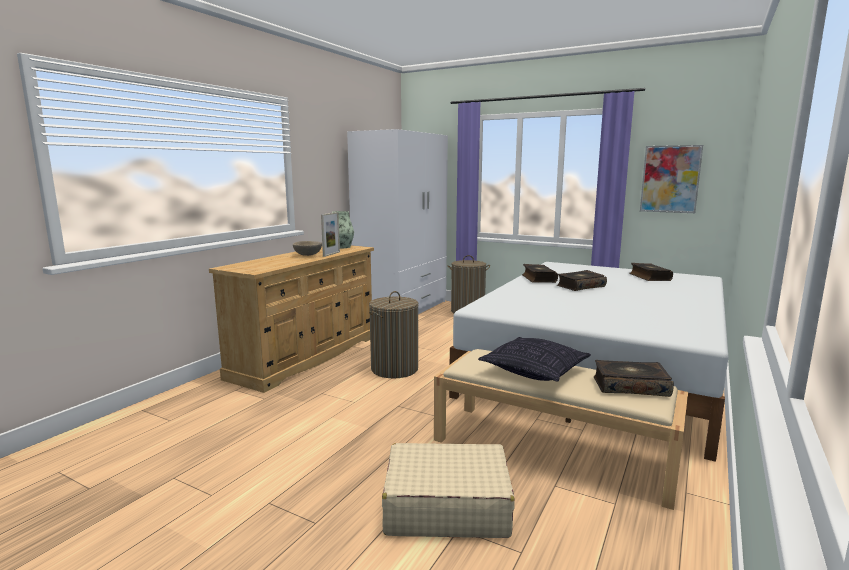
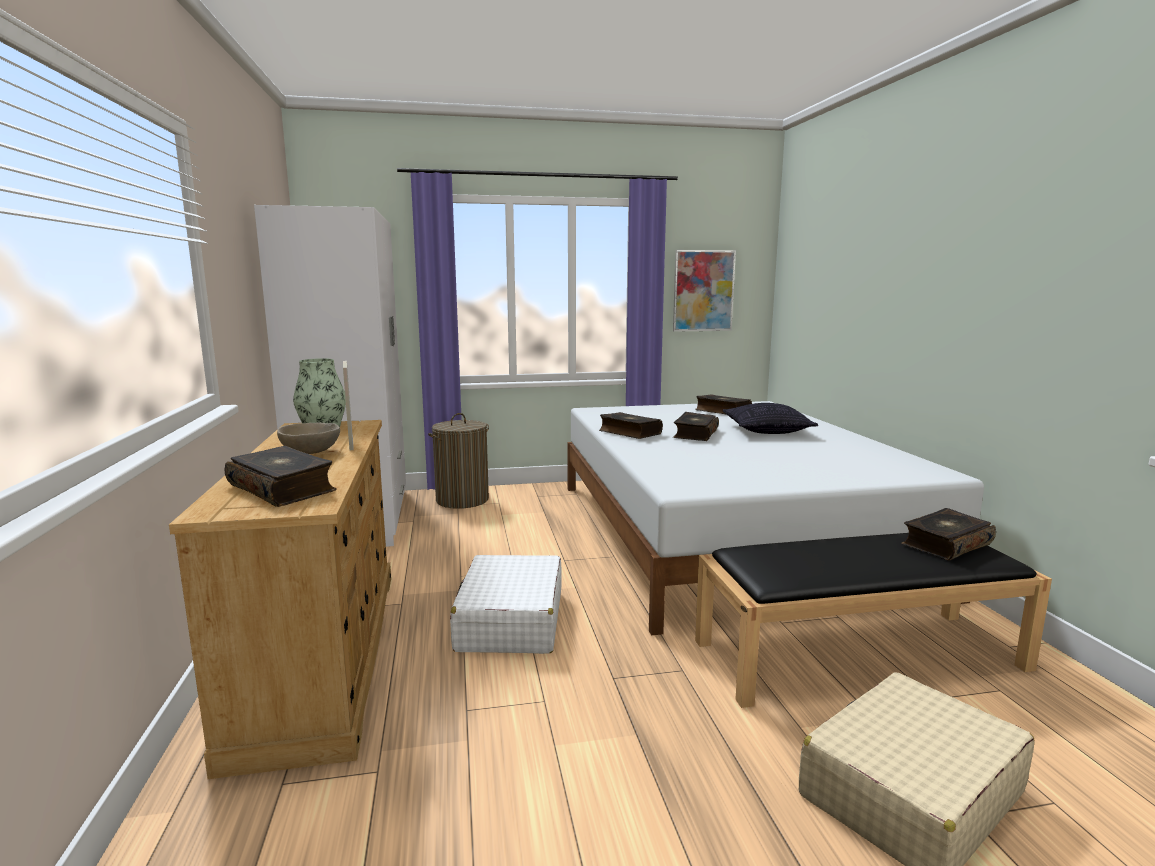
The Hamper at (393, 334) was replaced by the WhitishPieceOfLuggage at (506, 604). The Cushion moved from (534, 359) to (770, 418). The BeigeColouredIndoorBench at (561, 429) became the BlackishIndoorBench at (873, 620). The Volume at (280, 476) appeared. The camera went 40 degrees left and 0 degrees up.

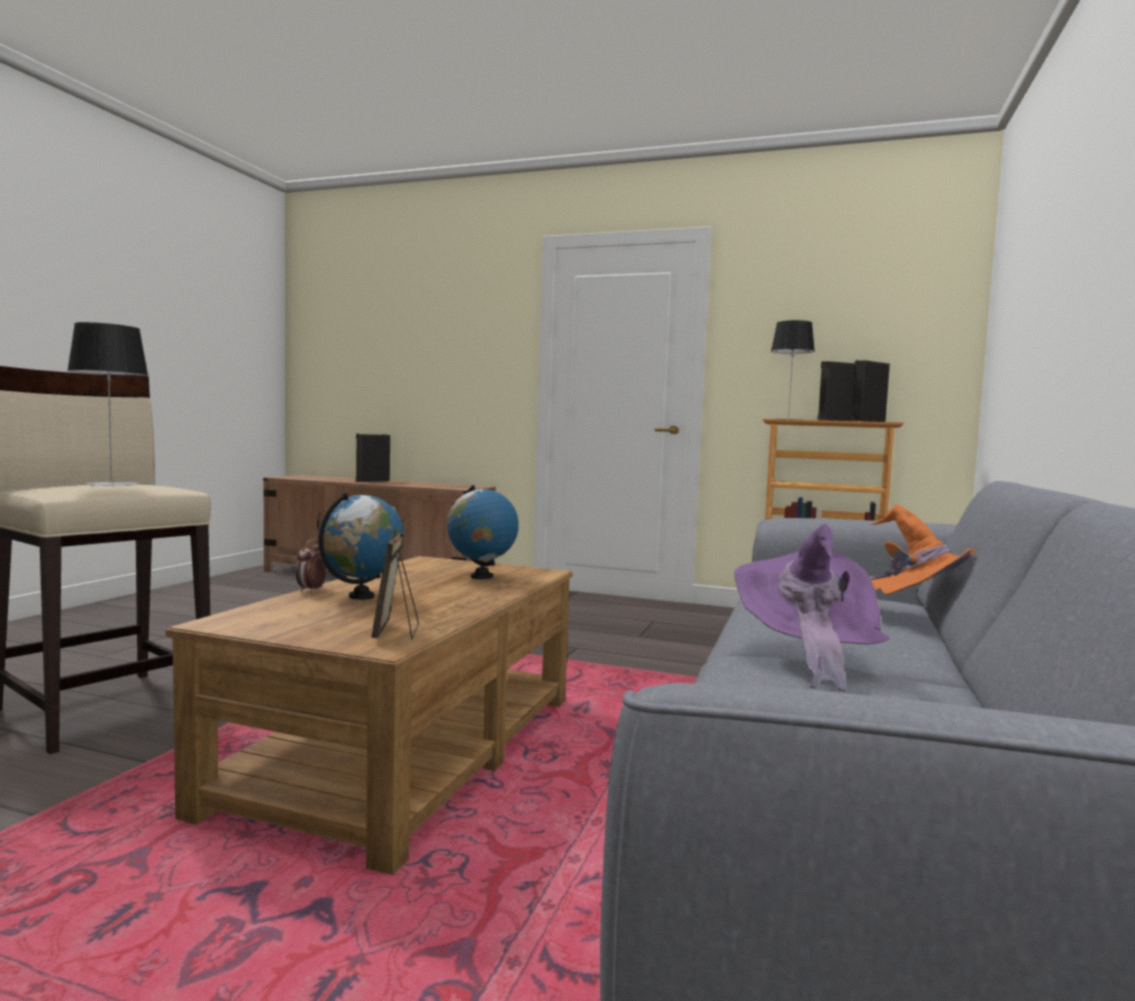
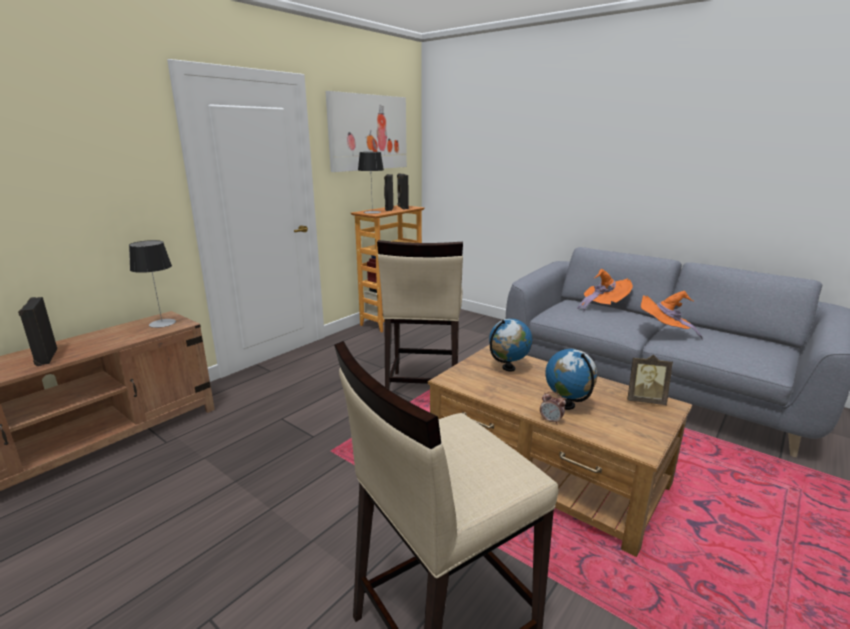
The LampForATable moved from (107, 404) to (152, 284). The PurplishClothingHat at (812, 608) became the OrangeColouredClothingHat at (672, 316). The WallArt at (366, 131) appeared. The BeigeColouredStool at (420, 315) appeared. The camera went 70 degrees left and 15 degrees up.

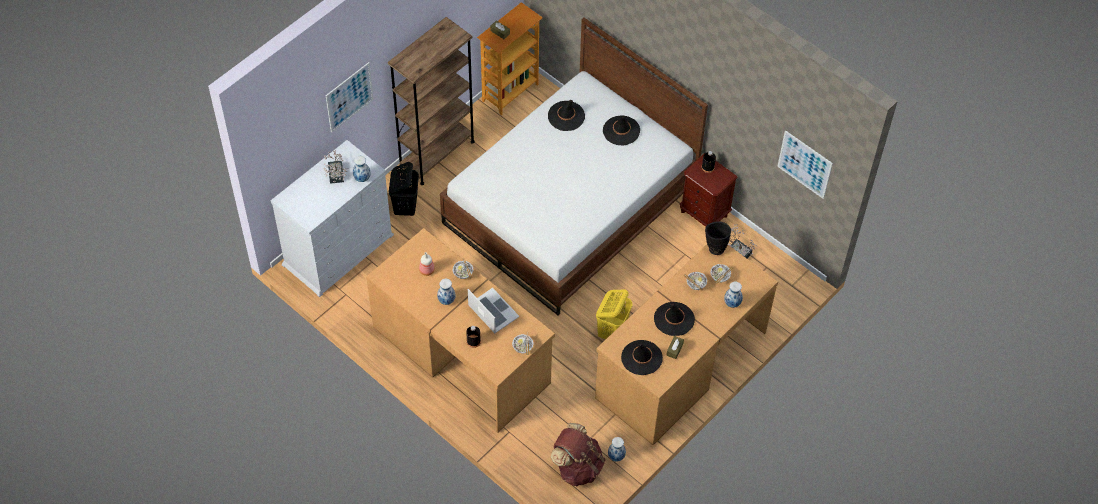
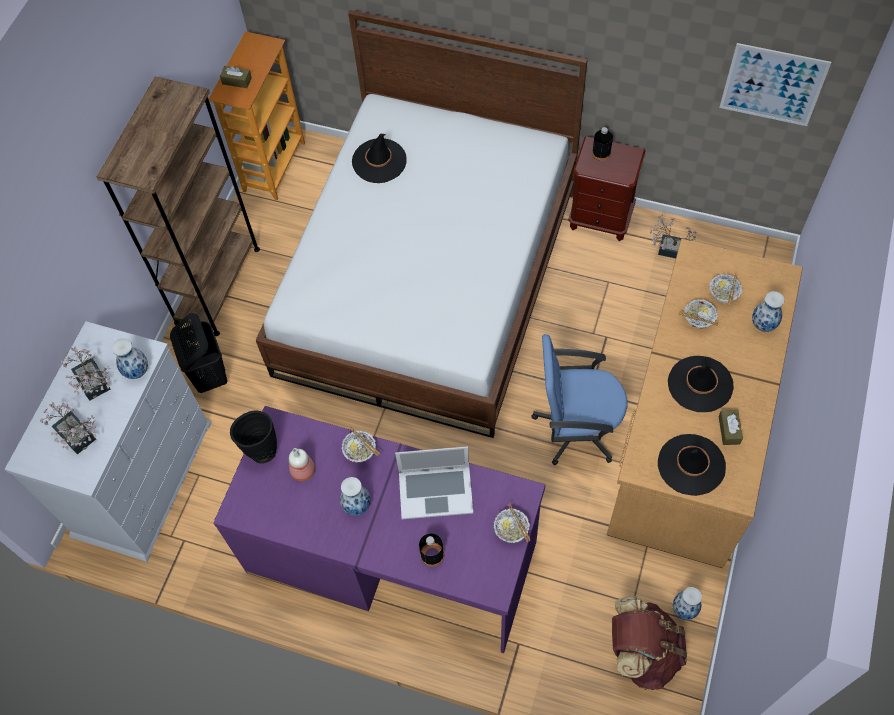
The WallArt at (350, 97) disappeared. The BlackishClothingHat at (621, 130) disappeared. The BlackishFlowerVase moved from (718, 238) to (253, 437). The BrownColouredDeskTable at (460, 330) became the PurplishDeskTable at (379, 529). The NotebookComputer at (493, 310) turned 150 degrees clockwise. The YellowHamper at (614, 314) was replaced by the BlueColouredDeskChair at (579, 399). The Houseplant at (68, 428) appeared. The camera went 20 degrees left and 5 degrees up.

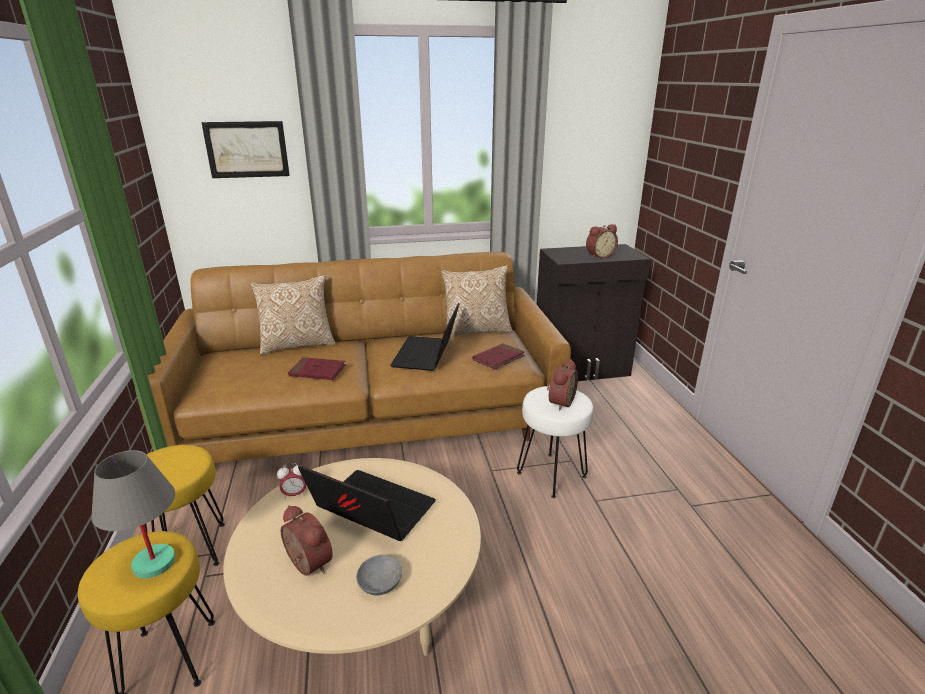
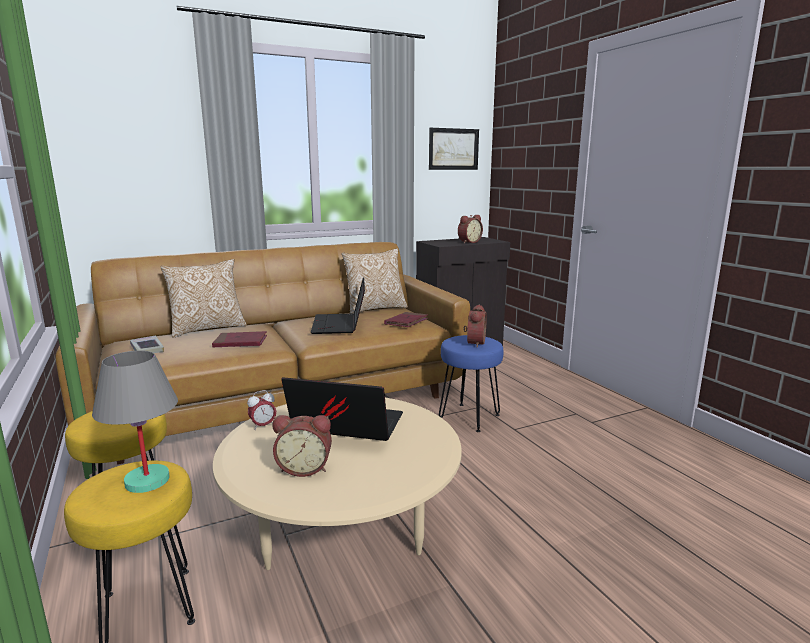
The WallArt moved from (245, 149) to (454, 149). The WhitishStool at (555, 442) became the BlueColouredStool at (471, 383). The BedsideClock at (307, 540) turned 150 degrees clockwise. The GreyBowl at (379, 575) disappeared. The Volume at (147, 344) appeared. The camera went 15 degrees left and 10 degrees down.

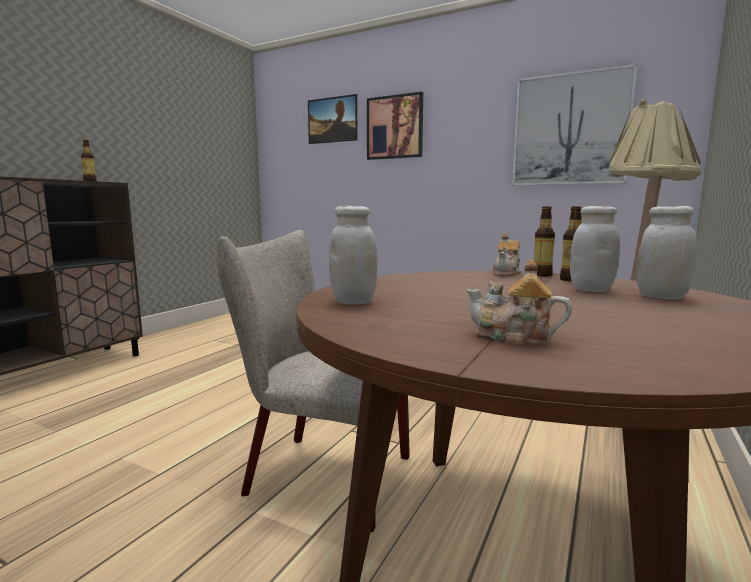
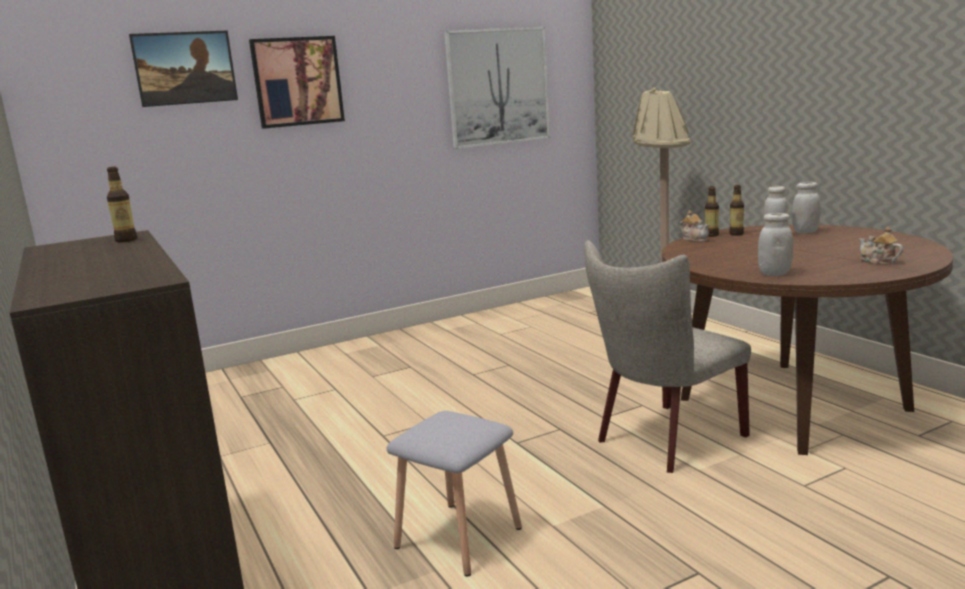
The TeaPot at (519, 303) turned 90 degrees clockwise. The GreyStool at (454, 494) appeared. The camera went 55 degrees left and 5 degrees up.

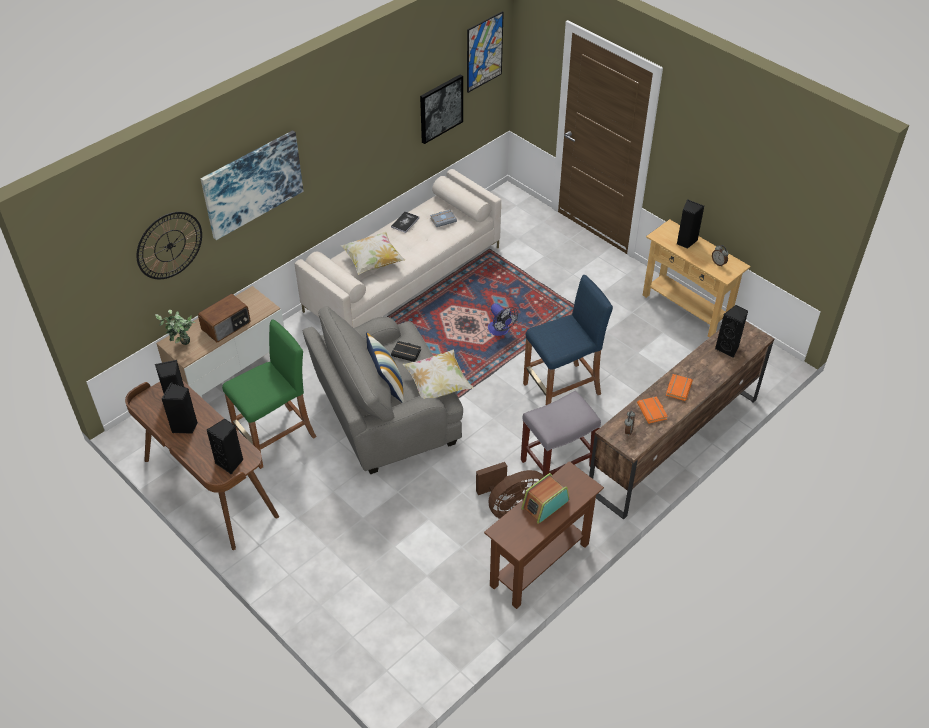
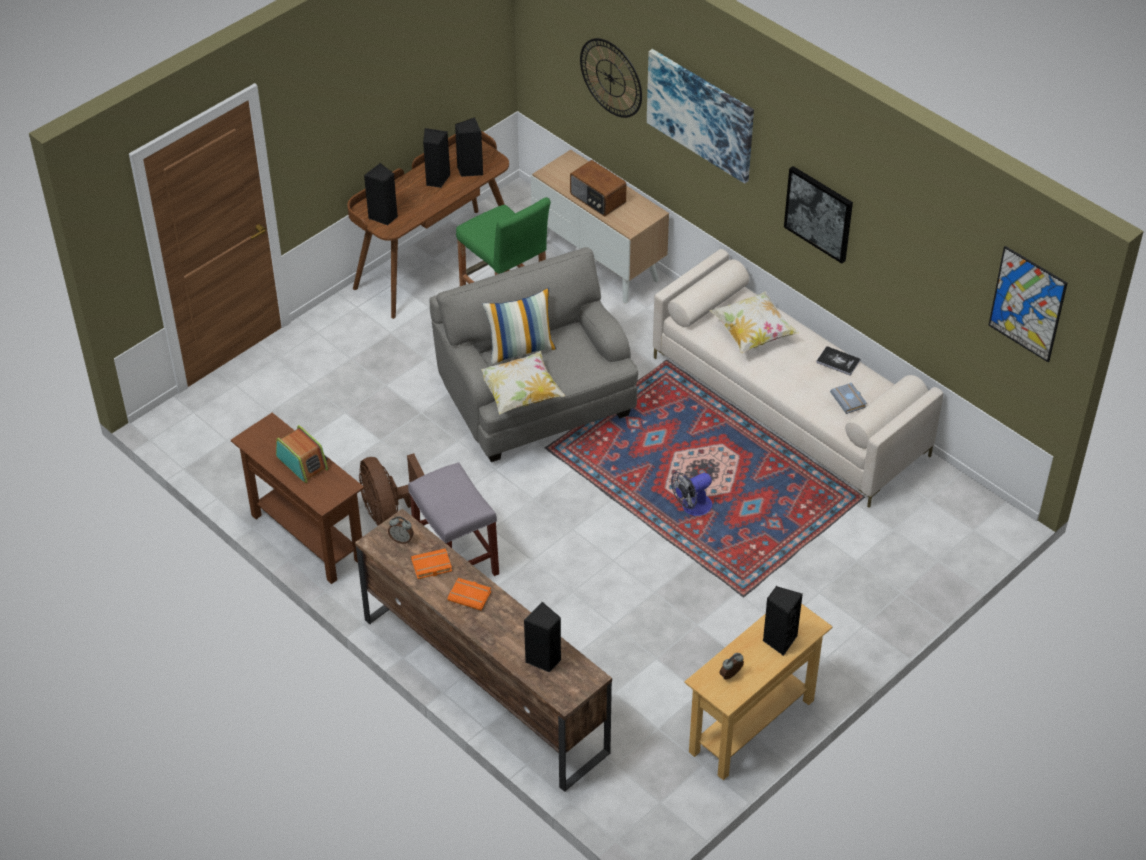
The WallArt moved from (441, 109) to (818, 215). The BlueColouredStool at (568, 340) disappeared. The Houseplant at (175, 327) disappeared. The BlackishVolume at (406, 351) disappeared. The camera went 90 degrees right and 0 degrees up.

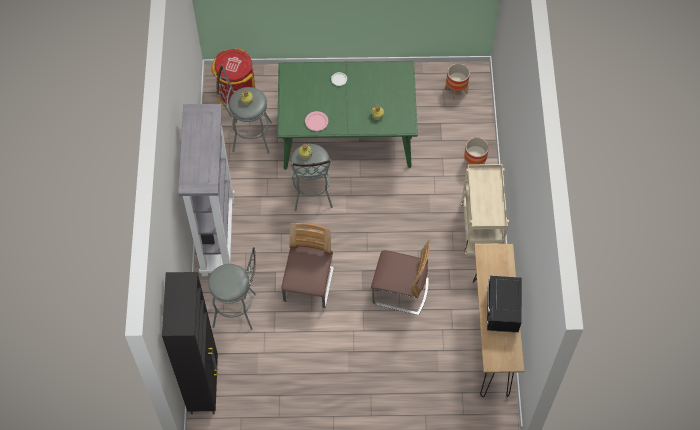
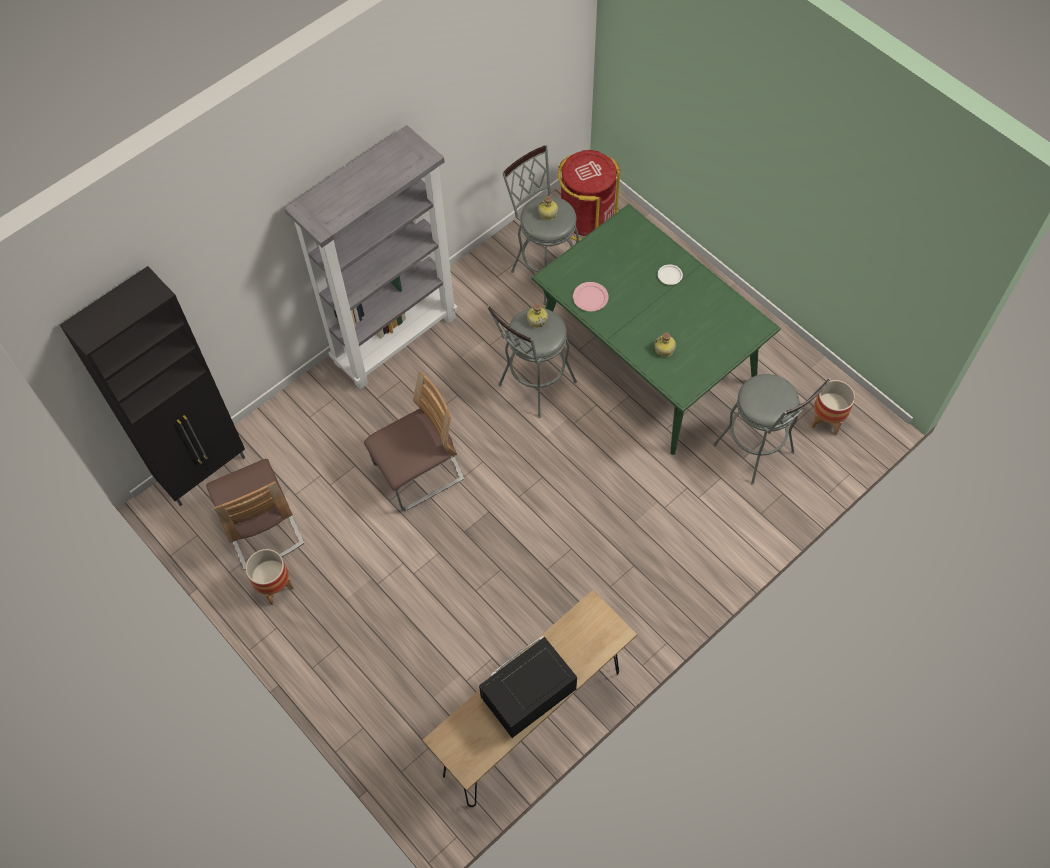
The FlowerPot moved from (476, 153) to (269, 577). The BeigeColouredWheeledCart at (485, 210) disappeared. The UprightChair moved from (400, 277) to (255, 514). The GreyStool moved from (232, 288) to (772, 429). The camera went 50 degrees right and 0 degrees up.

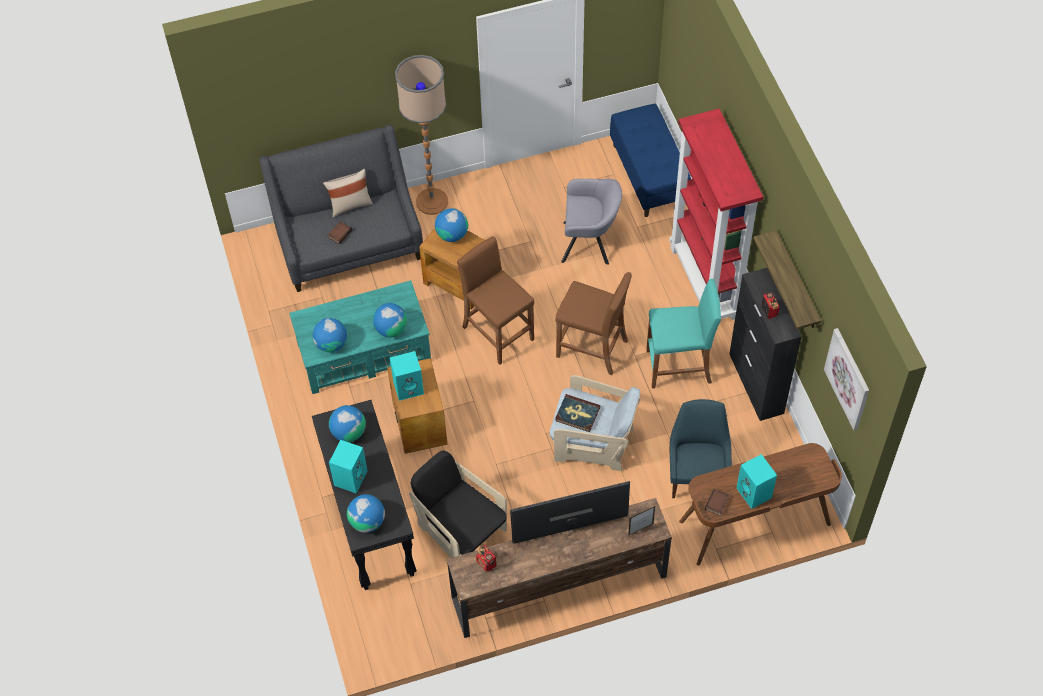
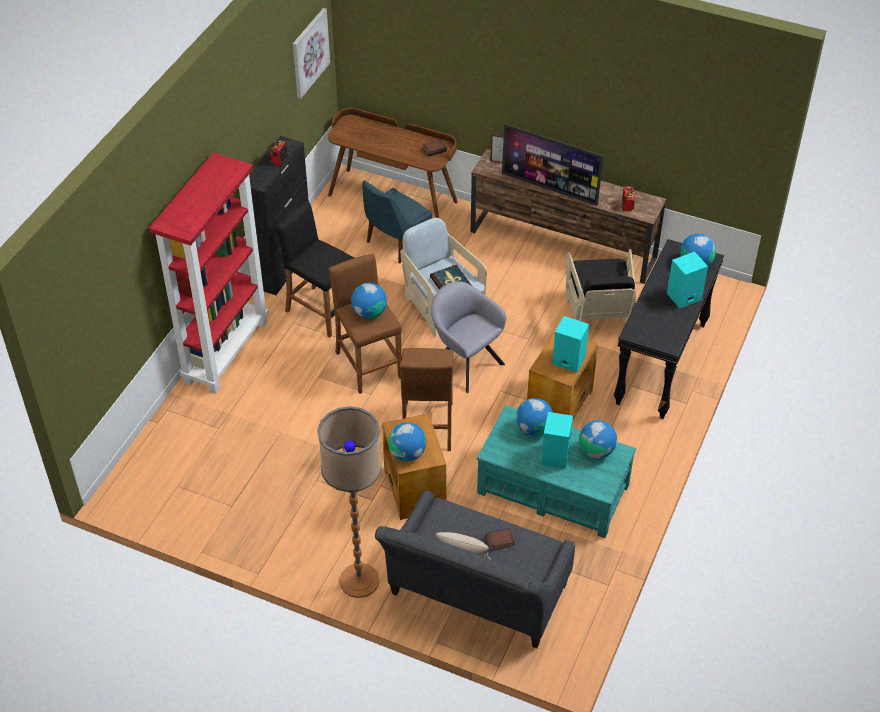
The BlueColouredIndoorBench at (650, 160) disappeared. The GreyEasyChair moved from (591, 222) to (468, 337). The WallShelf at (787, 279) disappeared. The BlueGreenStool at (683, 334) became the BlackishStool at (315, 269). The Globe moved from (347, 423) to (369, 301). The BlueGreenAudioSpeaker moved from (757, 481) to (557, 440). The camera went 140 degrees left and 10 degrees down.

